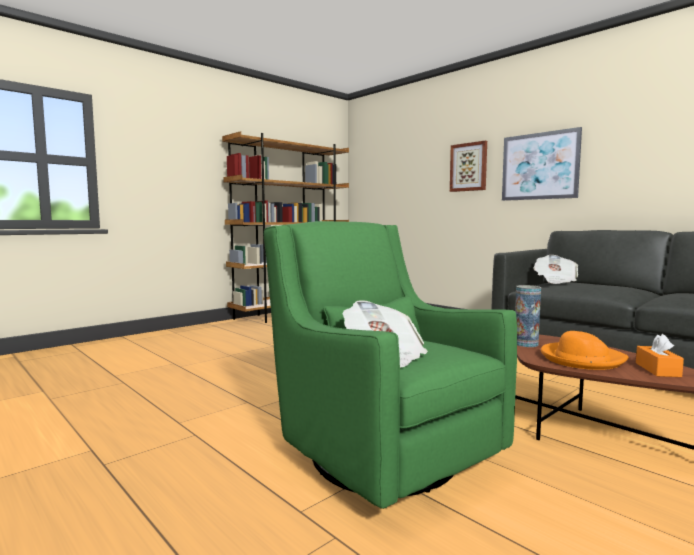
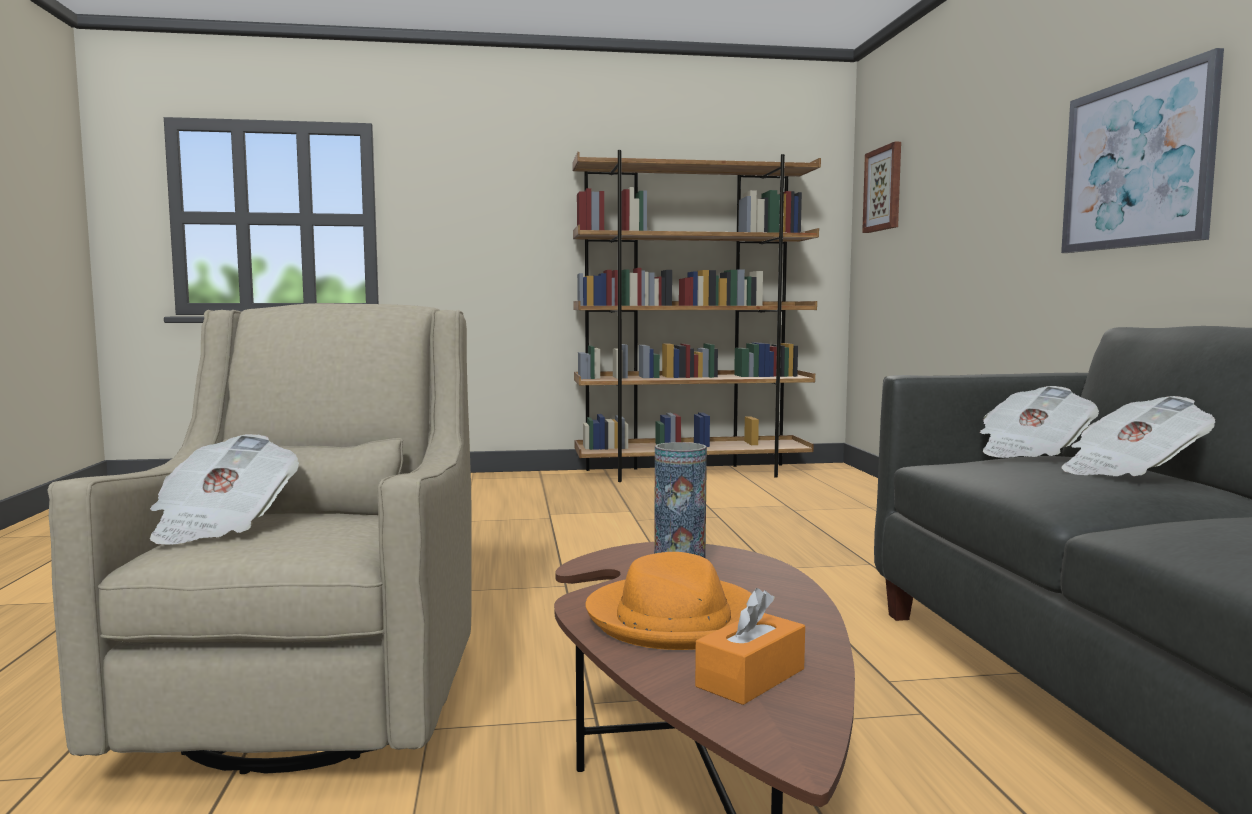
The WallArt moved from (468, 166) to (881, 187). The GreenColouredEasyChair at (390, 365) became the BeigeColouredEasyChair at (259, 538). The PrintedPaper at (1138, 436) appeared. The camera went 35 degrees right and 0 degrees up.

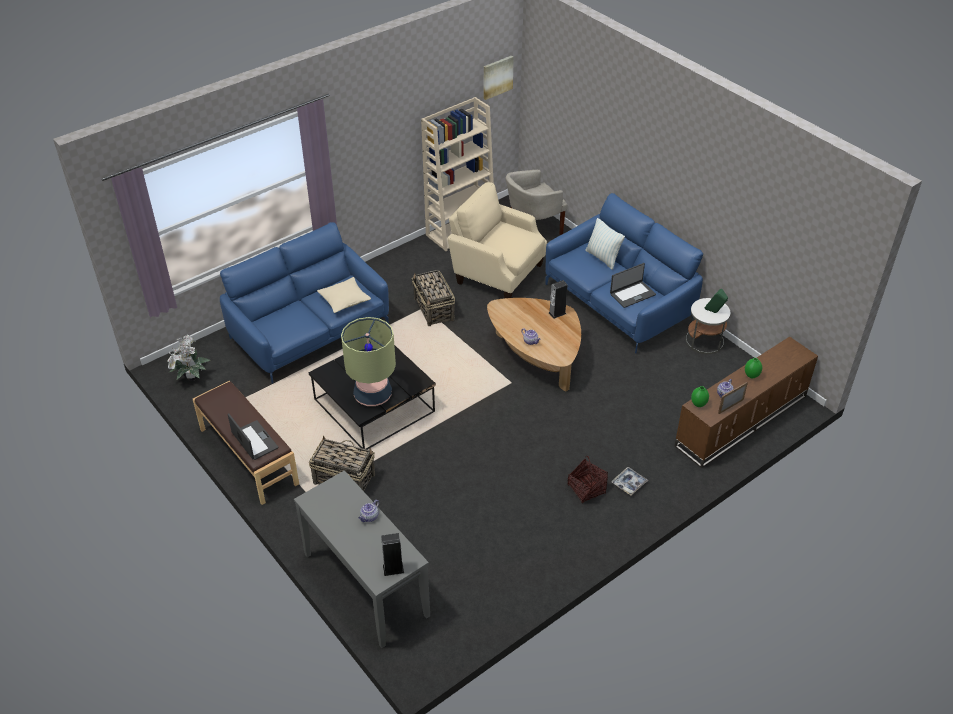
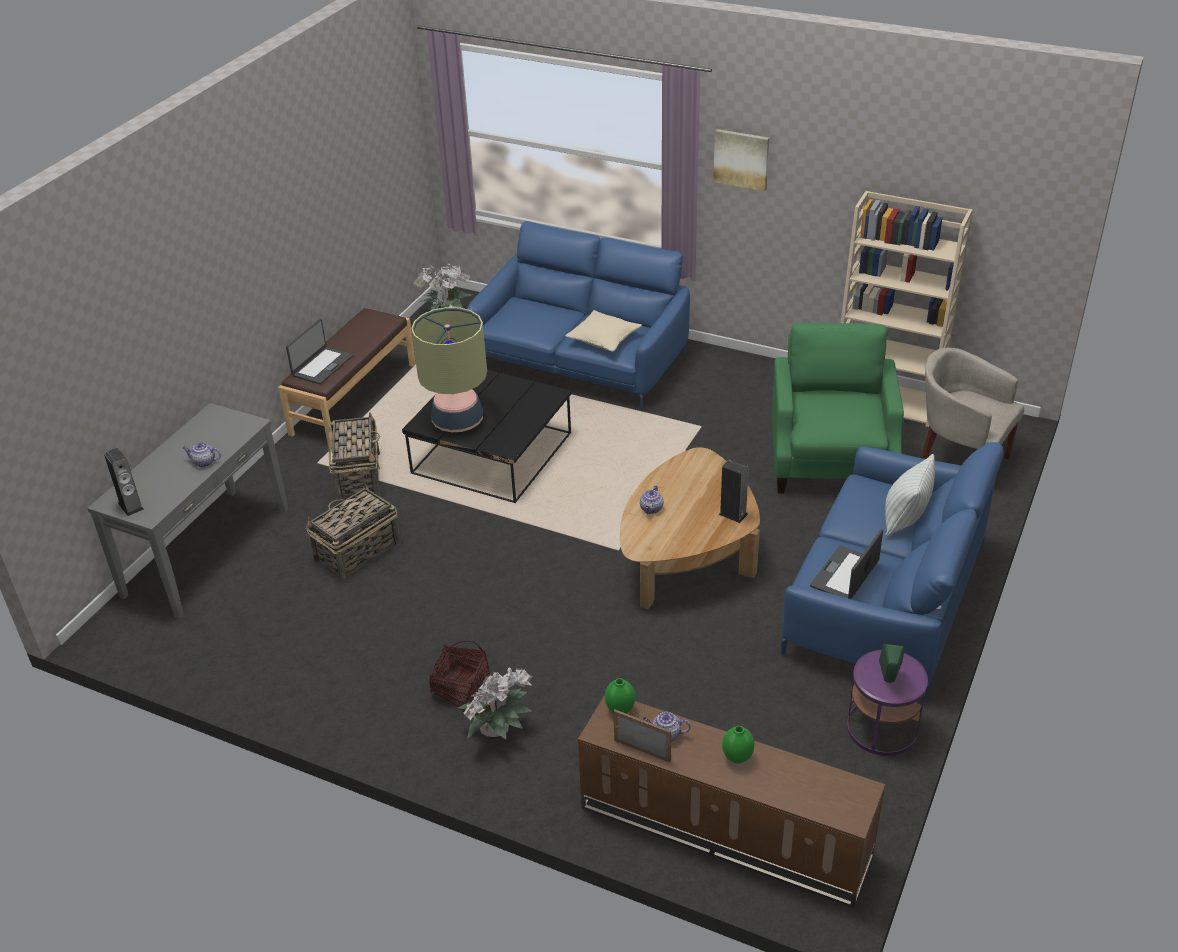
The WallArt moved from (499, 78) to (741, 160). The BeigeColouredEasyChair at (497, 240) became the GreenColouredEasyChair at (838, 408). The NotebookComputer at (633, 285) turned 90 degrees clockwise. The StorageBasket moved from (433, 298) to (353, 532). The WhitishSideTable at (708, 326) became the PurplishSideTable at (887, 703). The Tray at (629, 481) was replaced by the Houseplant at (495, 703). The camera went 65 degrees right and 5 degrees down.

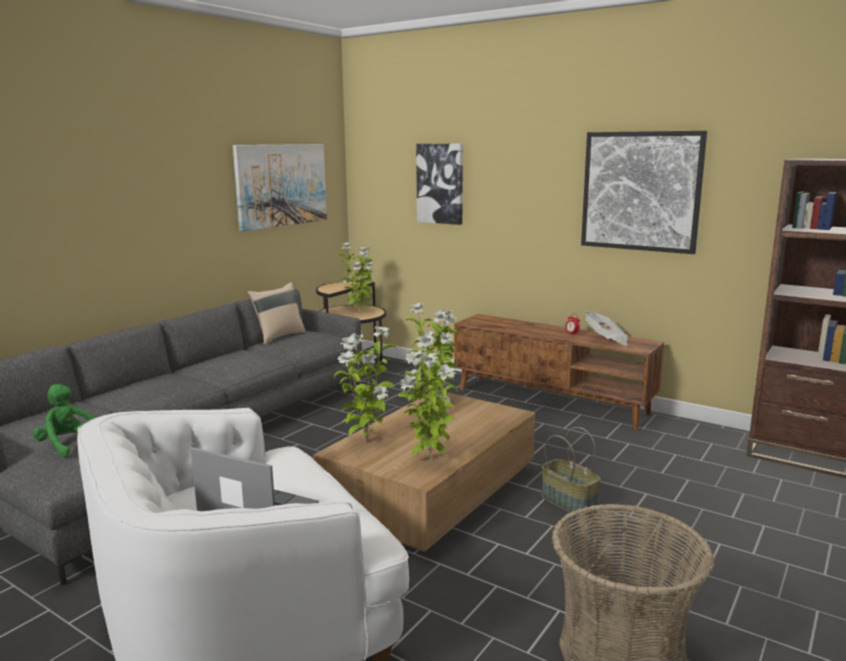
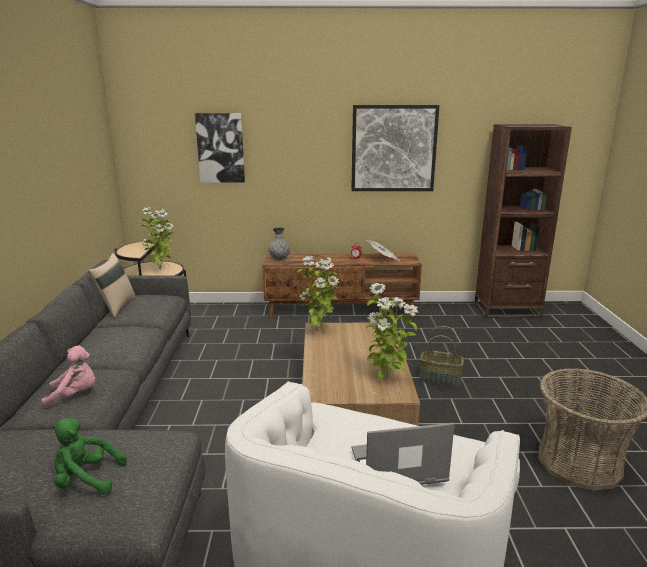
The WallArt at (280, 187) disappeared. The Houseplant at (365, 383) disappeared. The GreyFlowerVase at (279, 243) appeared. The PinkishPlushToy at (68, 377) appeared. The camera went 35 degrees left and 5 degrees up.

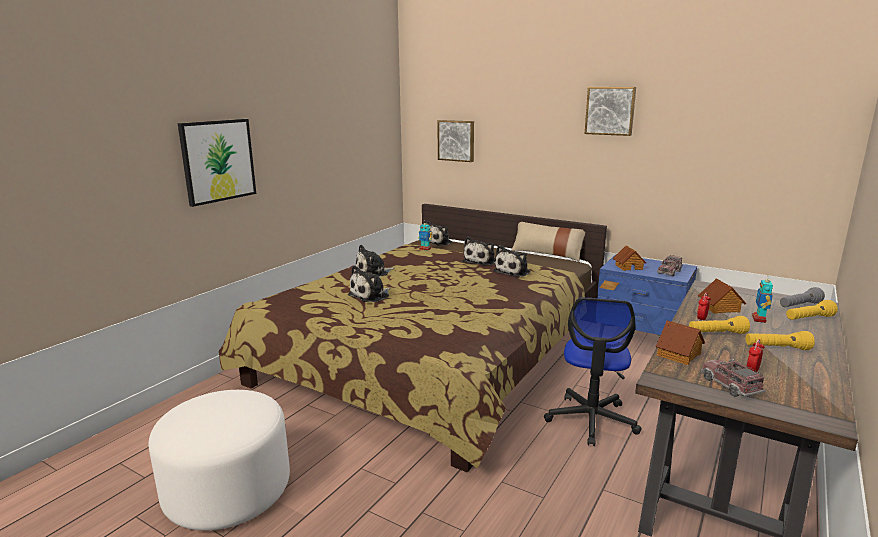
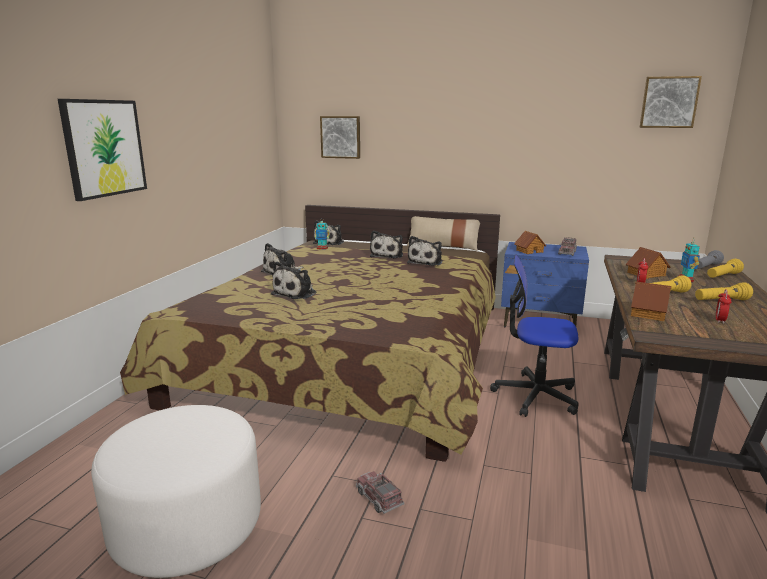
The WallArt moved from (610, 111) to (671, 102). The DeskChair at (593, 371) turned 105 degrees clockwise. The ToyTruck moved from (733, 378) to (380, 492). The camera went 15 degrees left and 0 degrees up.

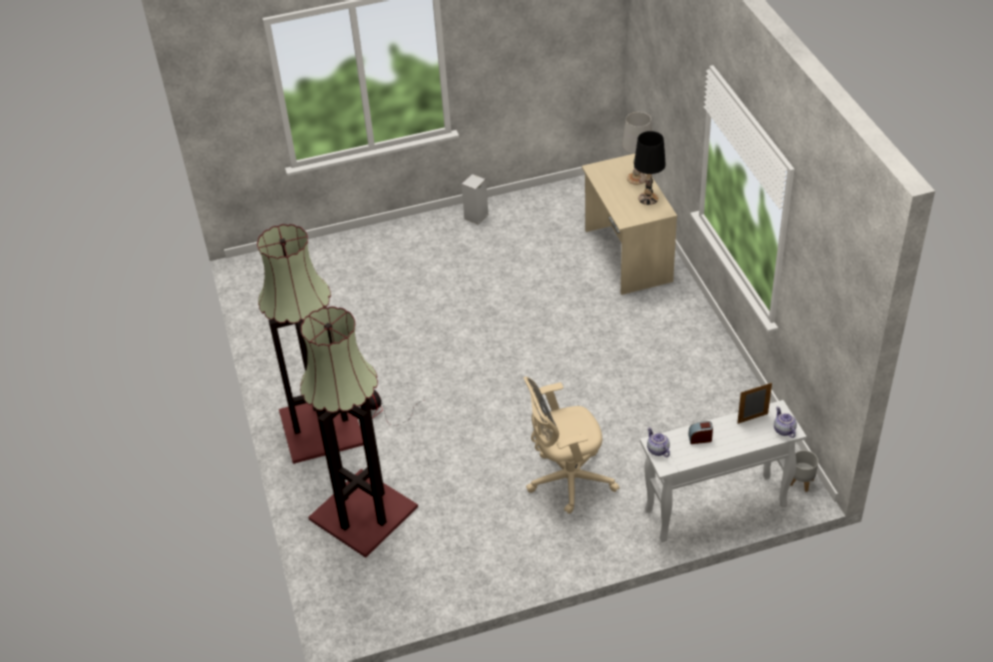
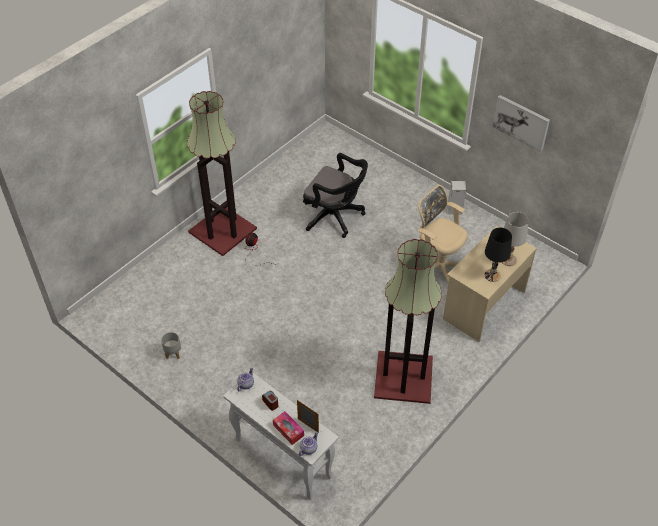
The StandardLamp moved from (359, 432) to (408, 321). The BeigeColouredDeskChair moved from (572, 445) to (443, 234). The GreyFlowerPot moved from (804, 471) to (171, 345). The WallArt at (521, 123) appeared. The BlackishDeskChair at (335, 195) appeared. The TissueHolder at (288, 428) appeared. The camera went 55 degrees right and 5 degrees up.

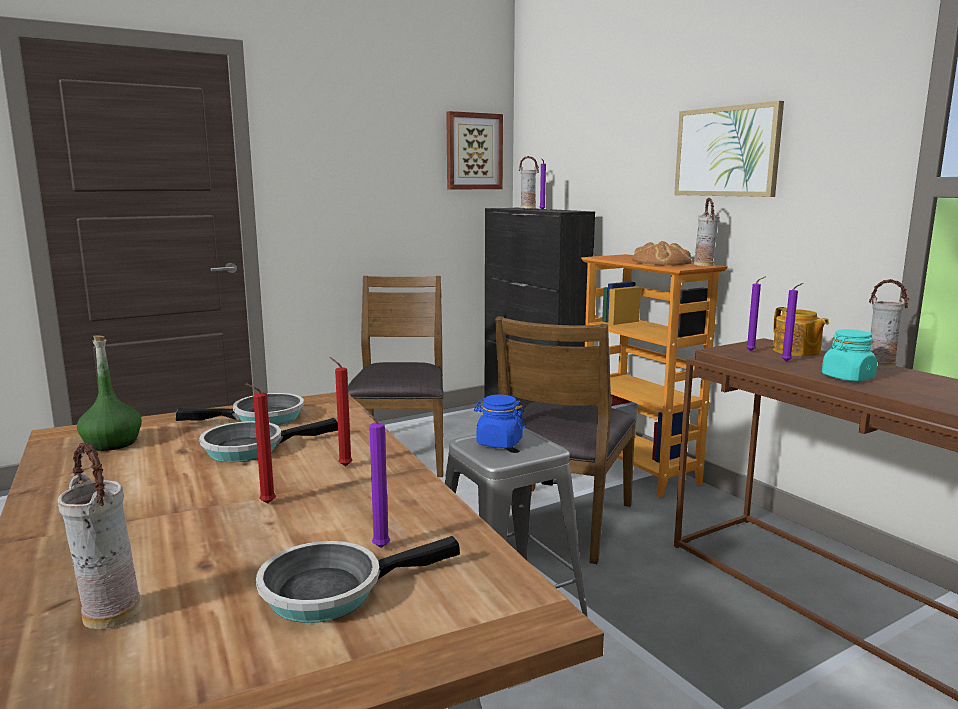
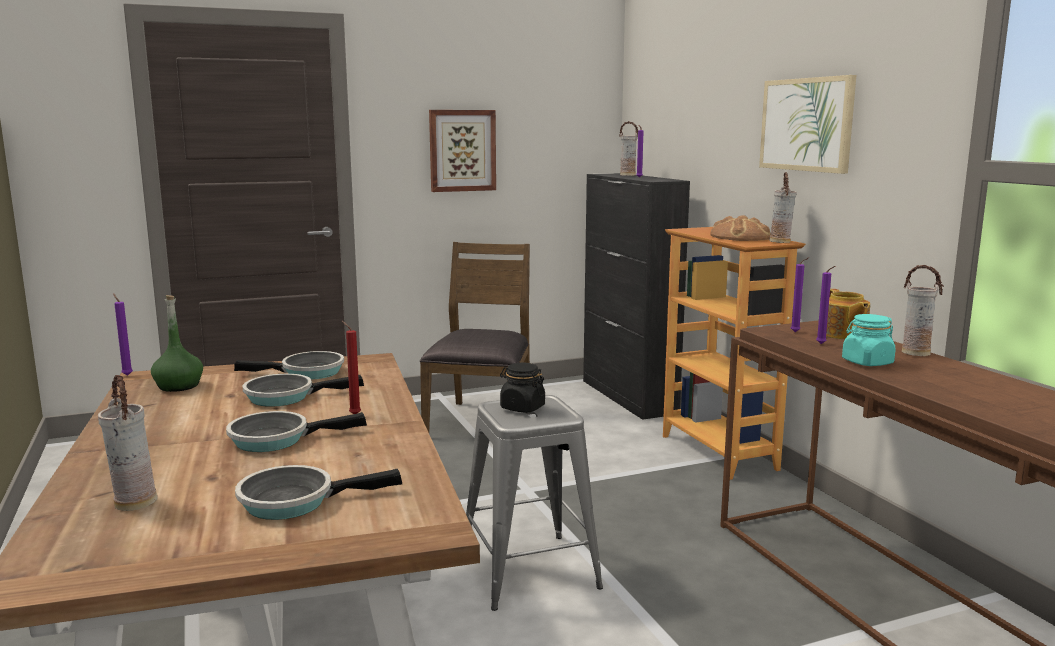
The WallArt moved from (474, 150) to (462, 151). The BrownColouredUprightChair at (565, 440) disappeared. The RedCandle at (260, 443) was replaced by the FryingPan at (296, 431). The BlueColouredPreserveJar at (499, 421) became the BlackishPreserveJar at (522, 388). The PurplishCandle moved from (376, 478) to (123, 334). The camera went 10 degrees right and 0 degrees up.

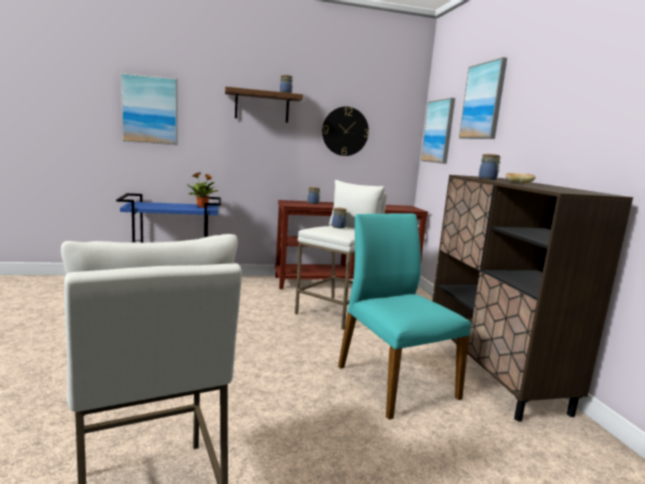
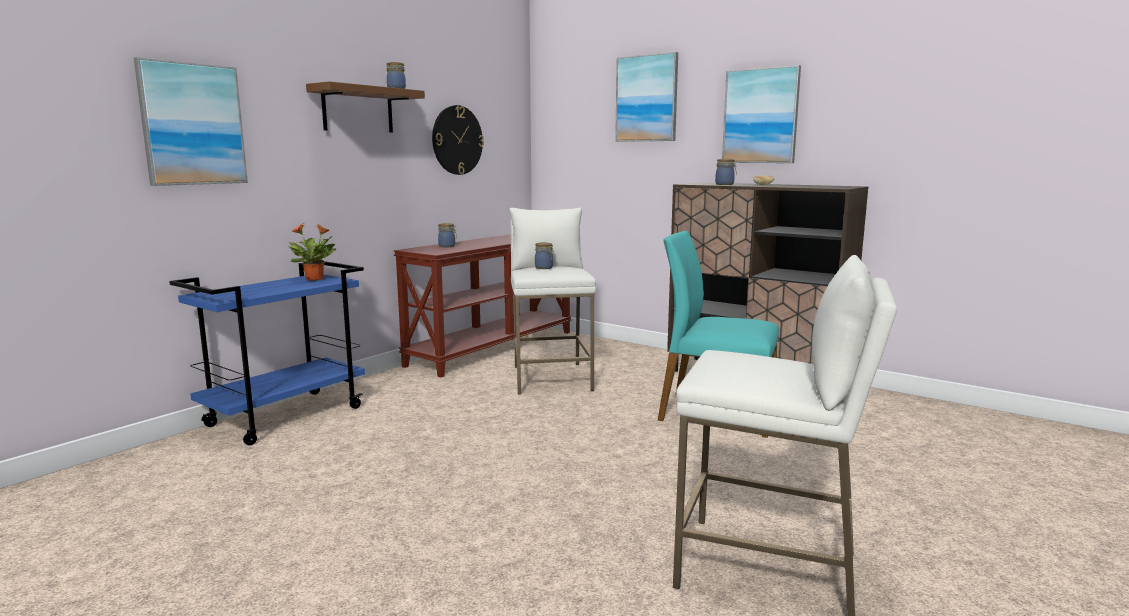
The WallArt moved from (438, 131) to (761, 114). The camera went 40 degrees left and 0 degrees up.

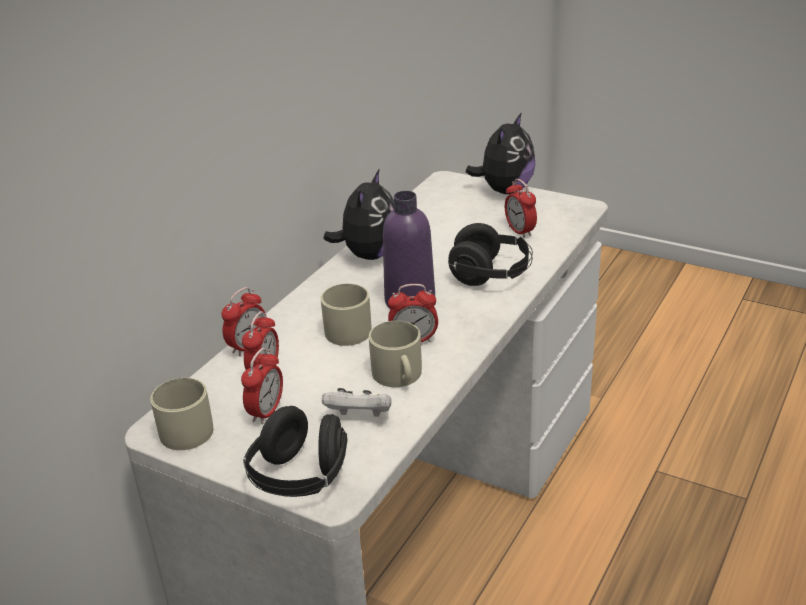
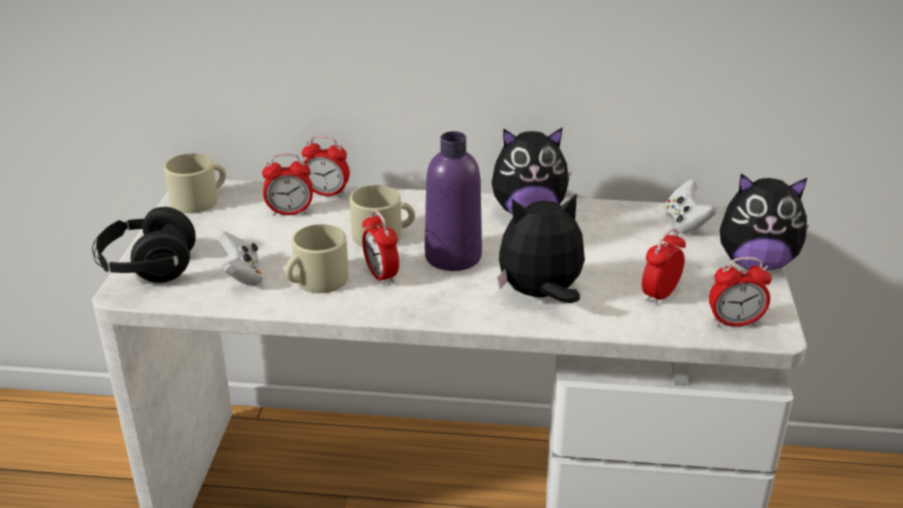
The BlackishHeadset at (490, 254) was replaced by the PlushToy at (541, 248). The BedsideClock moved from (262, 386) to (740, 292). The WhitishJoypad at (690, 206) appeared. The camera went 65 degrees right and 0 degrees up.

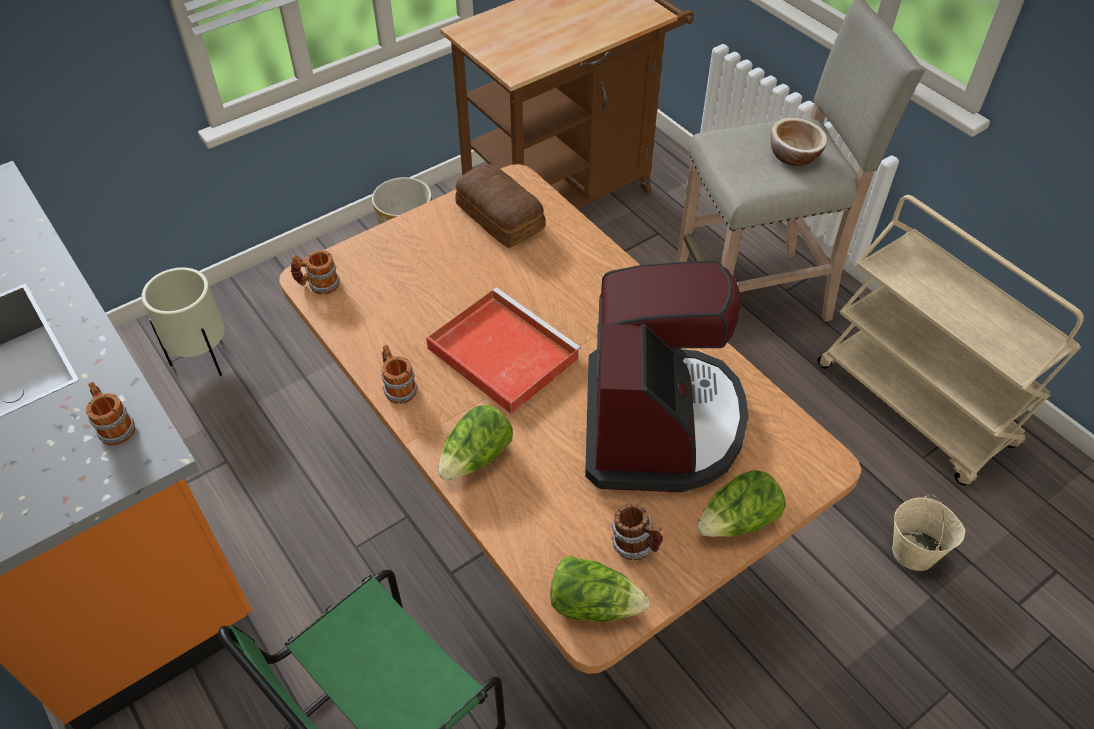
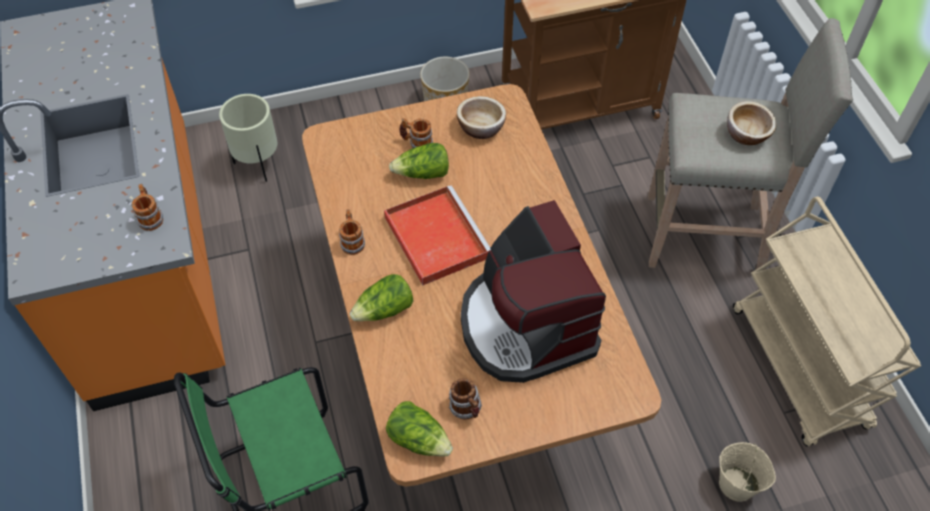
The BakedBread at (500, 206) was replaced by the Bowl at (481, 117). The TeaMug moved from (315, 272) to (416, 133). The CoffeeBrewer at (667, 376) turned 135 degrees clockwise. The LettuceHead moved from (741, 503) to (419, 161). The camera went 20 degrees right and 5 degrees up.

